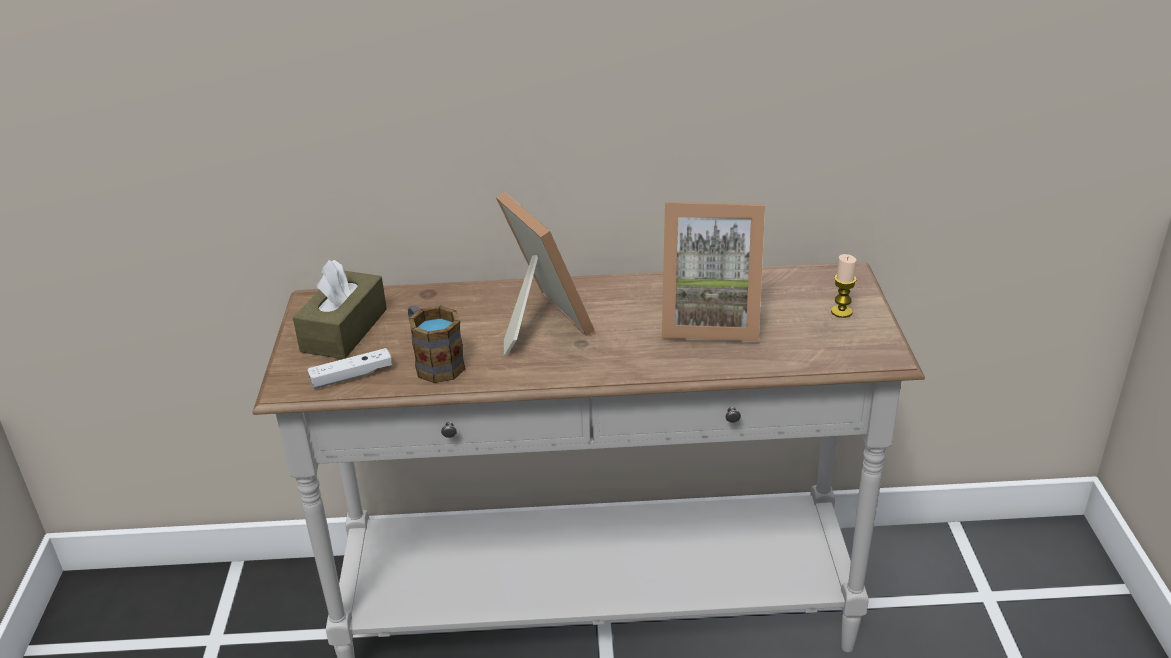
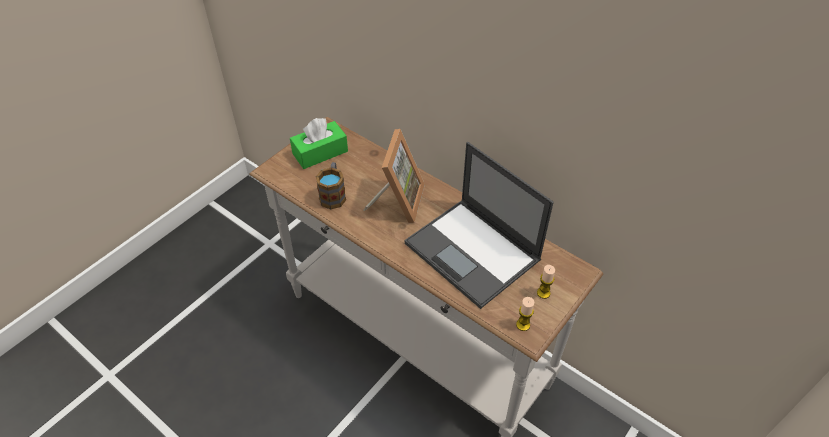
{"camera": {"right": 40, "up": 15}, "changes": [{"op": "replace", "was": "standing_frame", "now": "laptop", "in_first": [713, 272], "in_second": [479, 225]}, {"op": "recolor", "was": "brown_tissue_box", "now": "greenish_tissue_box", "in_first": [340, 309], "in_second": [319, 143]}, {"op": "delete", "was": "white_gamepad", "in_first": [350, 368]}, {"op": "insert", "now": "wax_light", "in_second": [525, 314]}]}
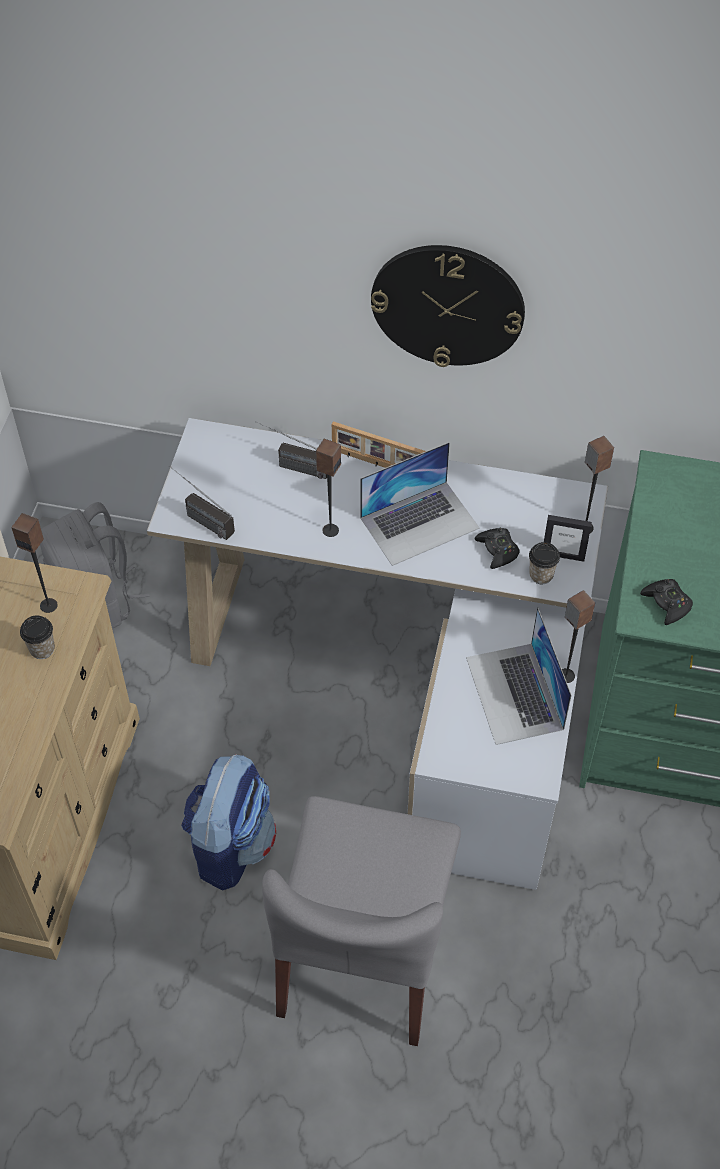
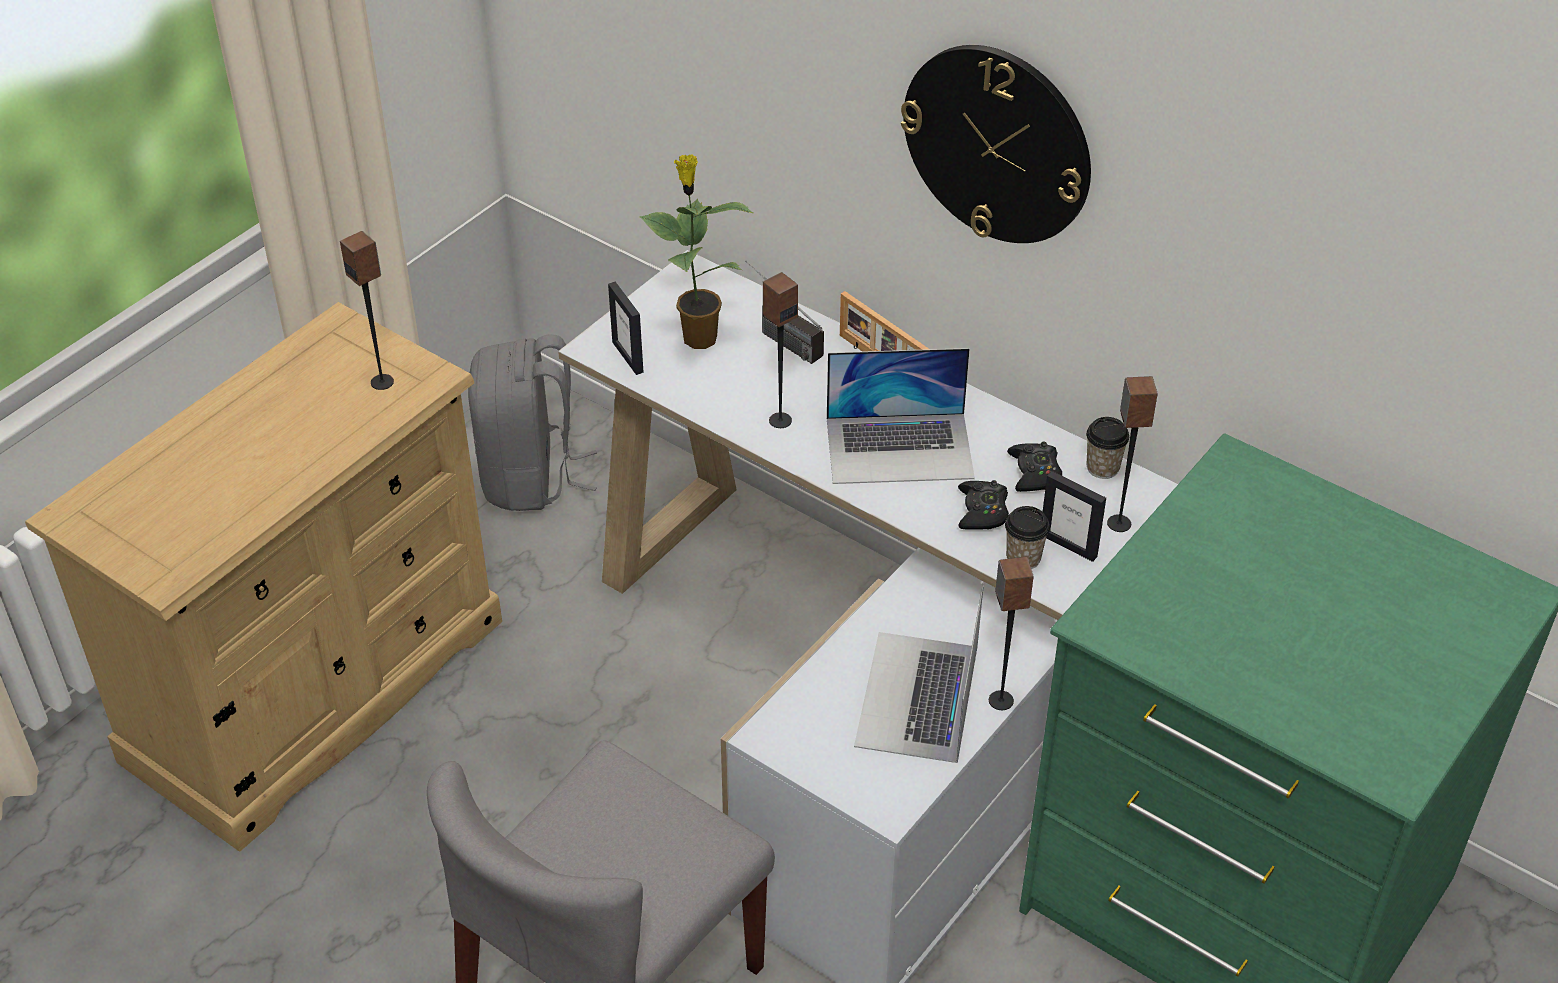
{"camera": {"right": 25, "up": -10}, "changes": [{"op": "replace", "was": "radio_receiver", "now": "standing_frame", "in_first": [202, 503], "in_second": [625, 328]}, {"op": "move", "was": "black_gamepad", "in_first": [666, 602], "in_second": [1034, 466]}, {"op": "move", "was": "small_cup", "in_first": [37, 637], "in_second": [1107, 448]}, {"op": "delete", "was": "rucksack", "in_first": [228, 822]}, {"op": "insert", "now": "plant_in_a_pot", "in_second": [696, 251]}]}
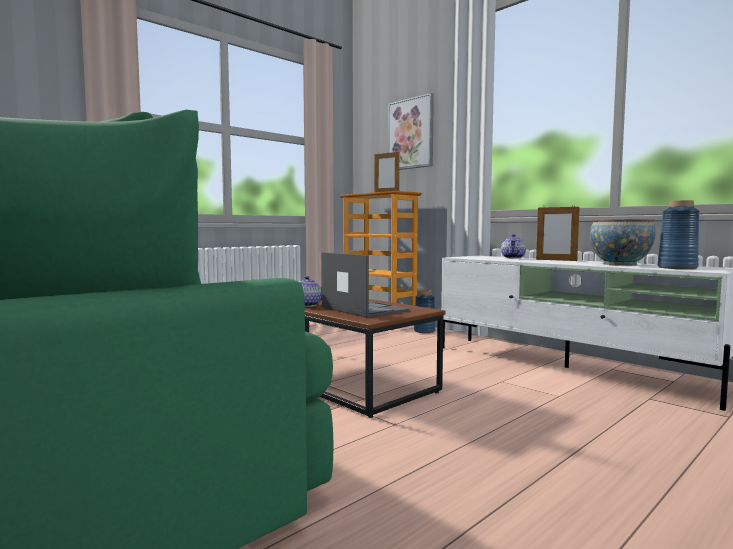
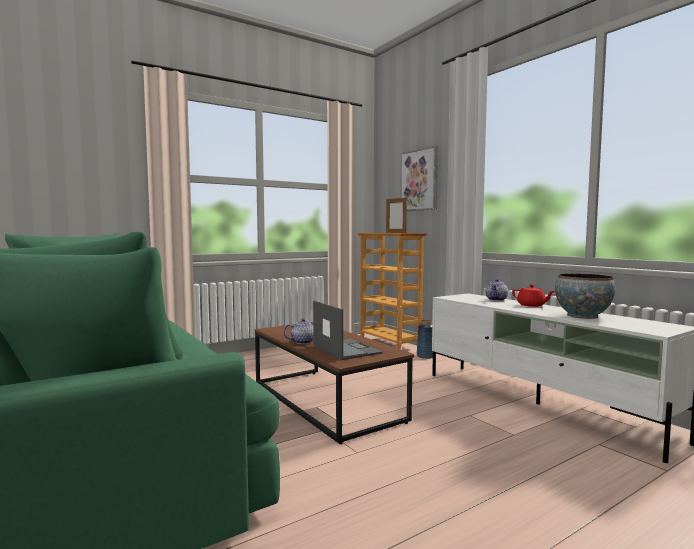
{"camera": {"right": 10, "up": 0}, "changes": [{"op": "delete", "was": "blue-coloured_flower_vase", "in_first": [678, 234]}, {"op": "replace", "was": "standing_frame", "now": "reddish_teapot", "in_first": [557, 234], "in_second": [533, 296]}]}
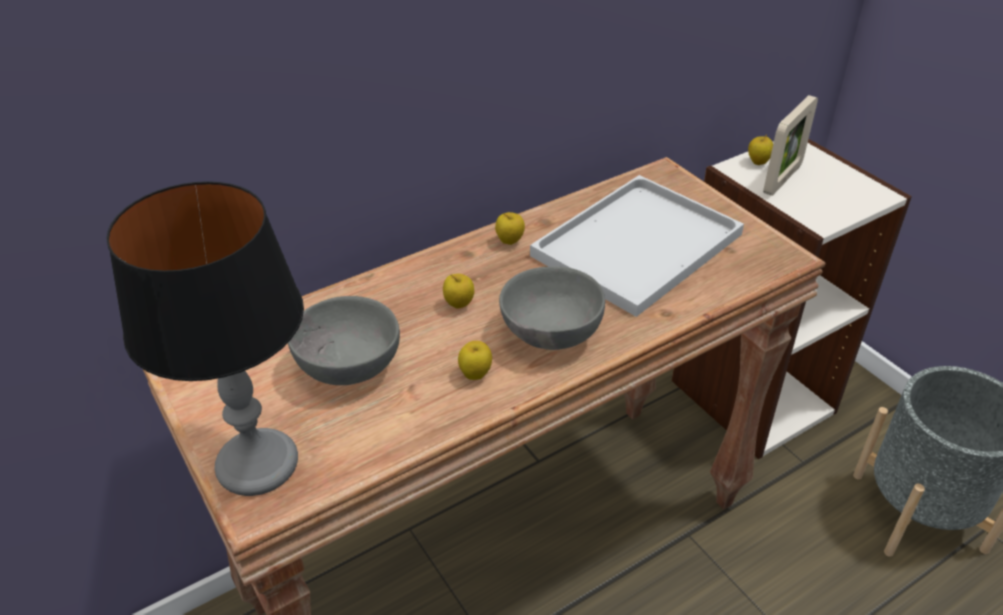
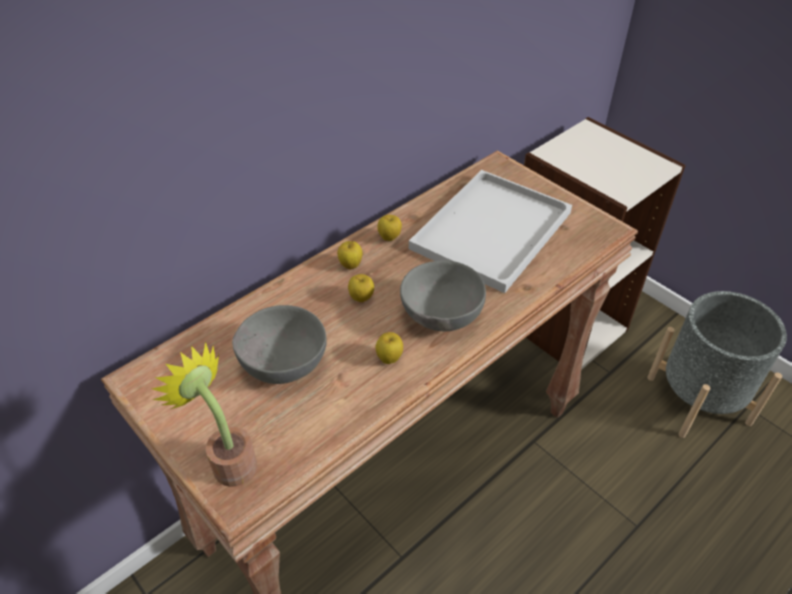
{"camera": {"right": -10, "up": 5}, "changes": [{"op": "delete", "was": "standing_frame", "in_first": [790, 145]}, {"op": "move", "was": "apple_fruit", "in_first": [760, 150], "in_second": [350, 255]}, {"op": "replace", "was": "lamp_for_a_table", "now": "plant_in_a_pot", "in_first": [205, 338], "in_second": [204, 414]}]}
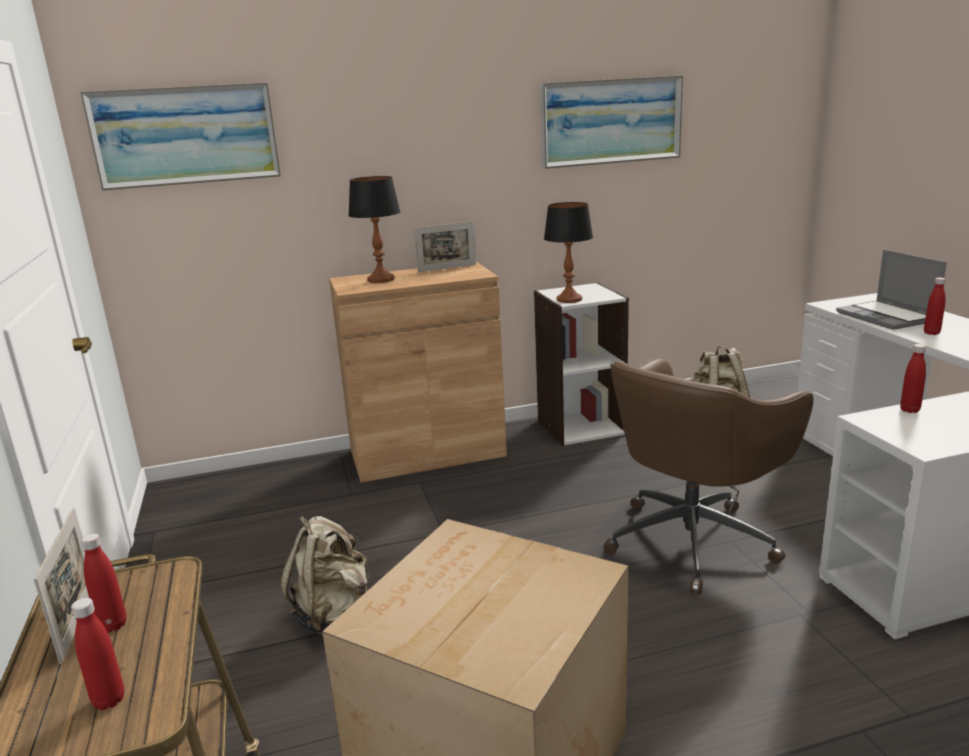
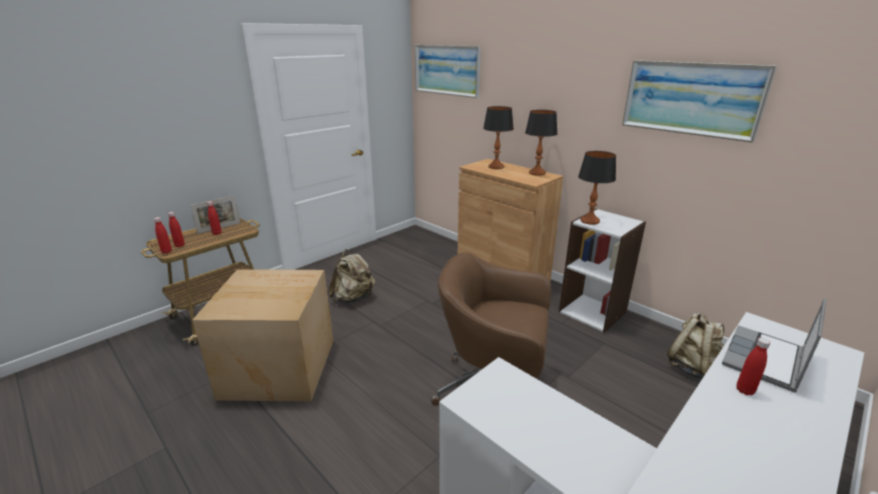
{"camera": {"right": 60, "up": 5}, "changes": [{"op": "replace", "was": "standing_frame", "now": "lamp_for_a_table", "in_first": [445, 246], "in_second": [541, 143]}, {"op": "move", "was": "reddish_drink_bottle", "in_first": [913, 378], "in_second": [163, 235]}]}
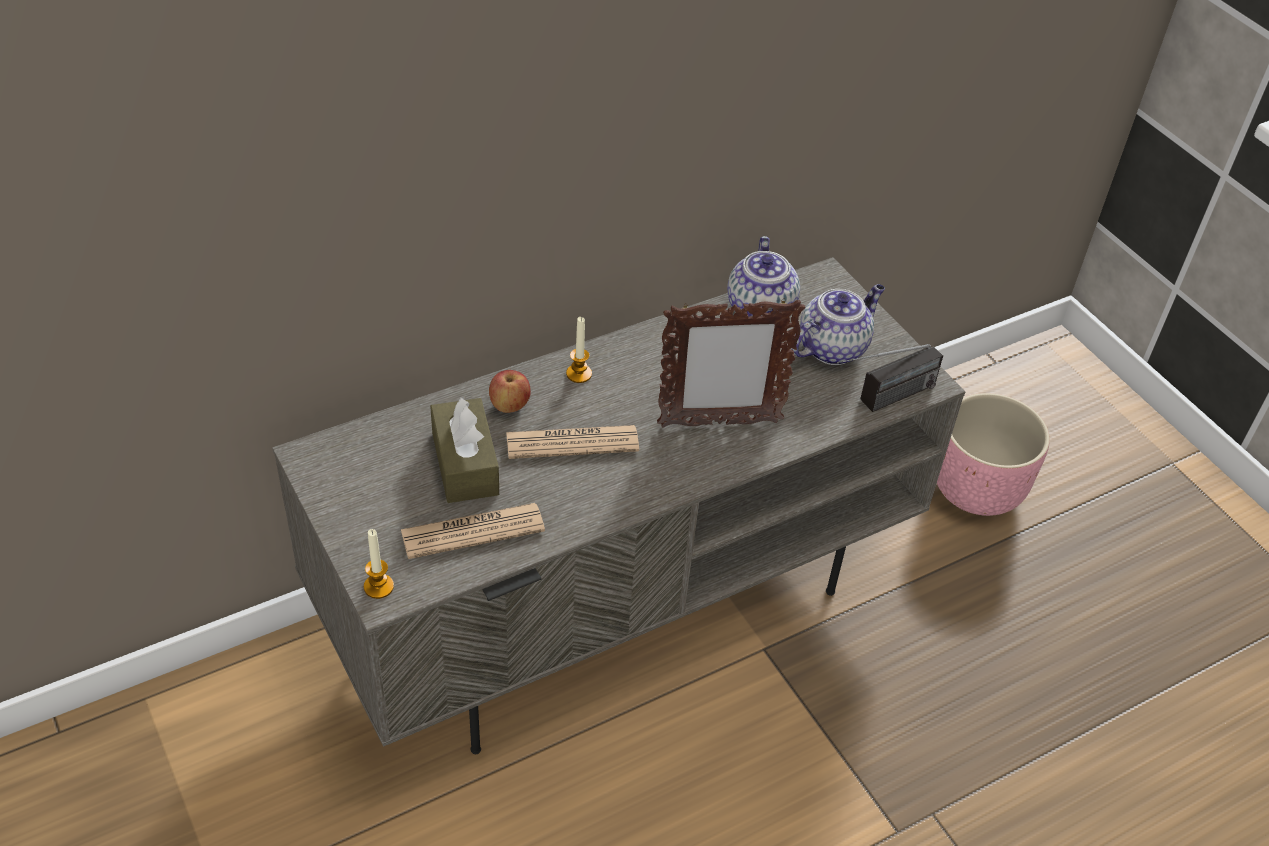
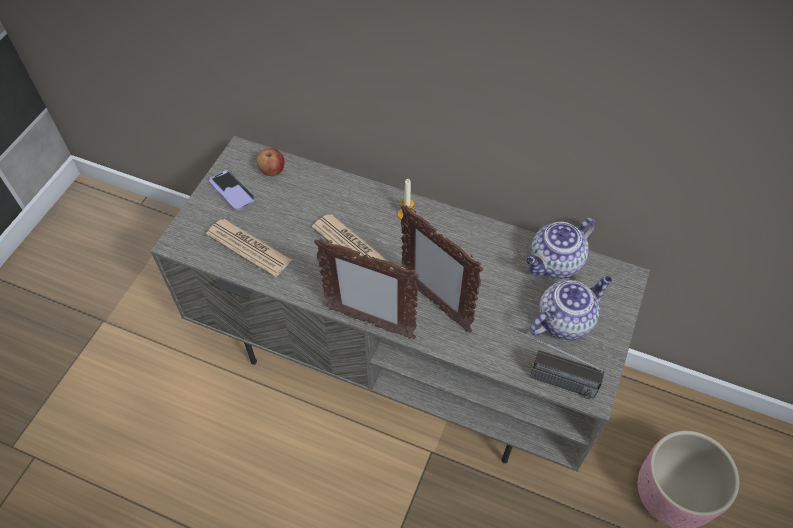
{"camera": {"right": 55, "up": 10}, "changes": [{"op": "rotate", "was": "teapot", "in_first": [838, 324], "in_second": [570, 308], "clockwise": -45}, {"op": "move", "was": "apple_fruit", "in_first": [510, 391], "in_second": [270, 162]}, {"op": "delete", "was": "brown_tissue_box", "in_first": [464, 449]}, {"op": "delete", "was": "wax_light", "in_first": [379, 564]}, {"op": "insert", "now": "telephone", "in_second": [232, 190]}, {"op": "insert", "now": "standing_frame", "in_second": [366, 288]}]}
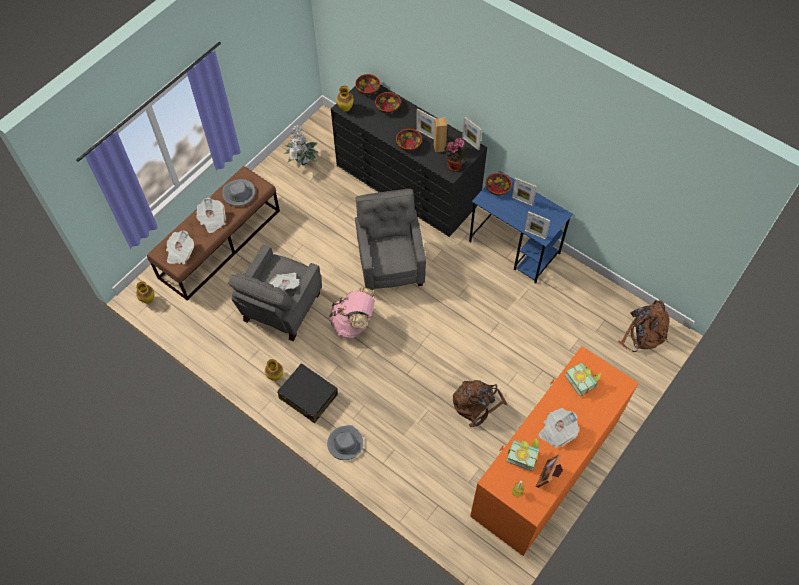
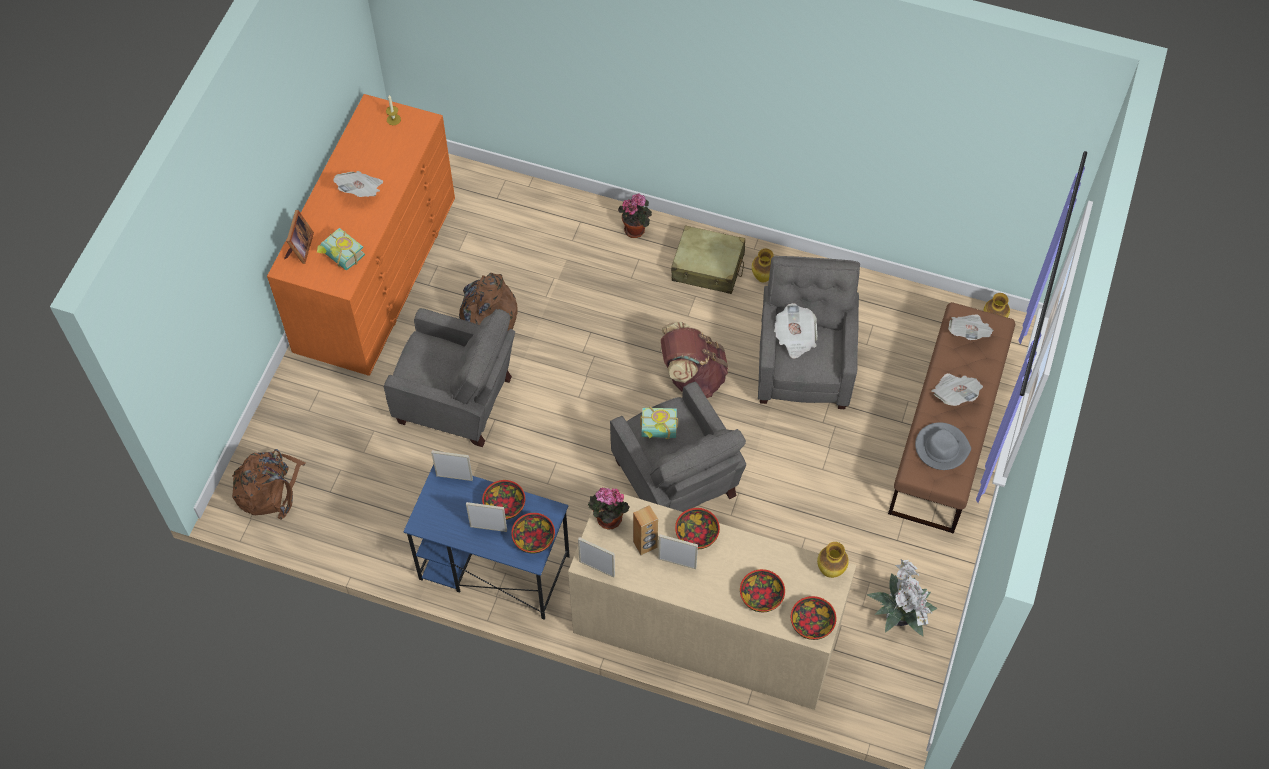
{"camera": {"right": 160, "up": 0}, "changes": [{"op": "recolor", "was": "black_dresser", "now": "beige_dresser", "in_first": [409, 161], "in_second": [712, 598]}, {"op": "recolor", "was": "pink-coloured_rucksack", "now": "brown_rucksack", "in_first": [352, 313], "in_second": [695, 360]}, {"op": "recolor", "was": "black_suitcase", "now": "beige_suitcase", "in_first": [307, 393], "in_second": [708, 259]}, {"op": "replace", "was": "greyish_wearable_hat", "now": "plant_in_a_pot", "in_first": [345, 442], "in_second": [635, 216]}, {"op": "move", "was": "bound_book", "in_first": [522, 454], "in_second": [659, 422]}, {"op": "move", "was": "standing_frame", "in_first": [549, 471], "in_second": [299, 237]}, {"op": "insert", "now": "greyish_easy_chair", "in_second": [449, 377]}, {"op": "insert", "now": "serving_bowl", "in_second": [503, 500]}]}
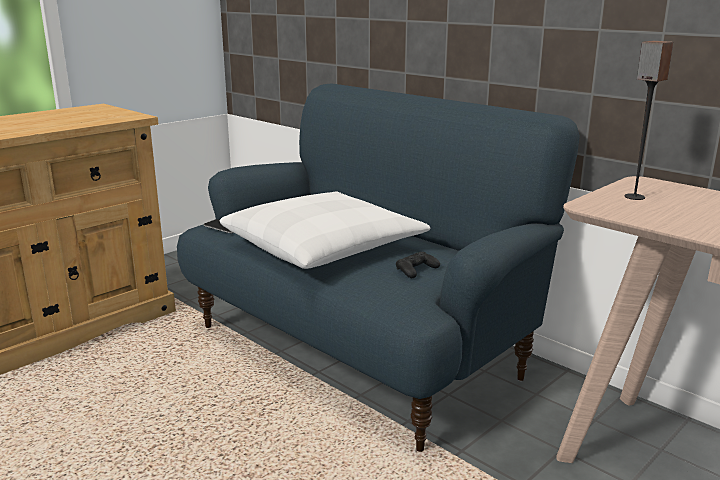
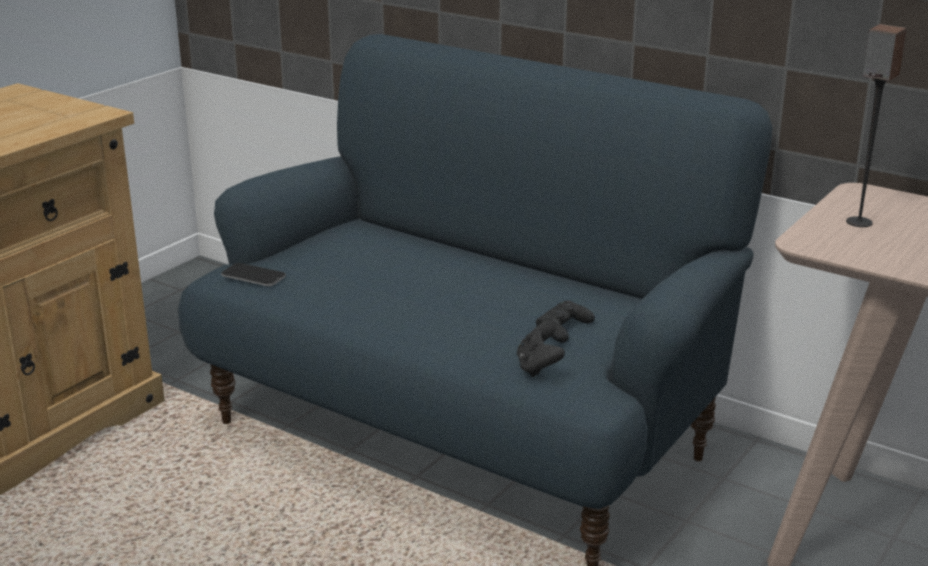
{"camera": {"right": -10, "up": 5}, "changes": [{"op": "delete", "was": "white_throw_pillow", "in_first": [325, 230]}, {"op": "insert", "now": "black_gamepad", "in_second": [541, 349]}]}
